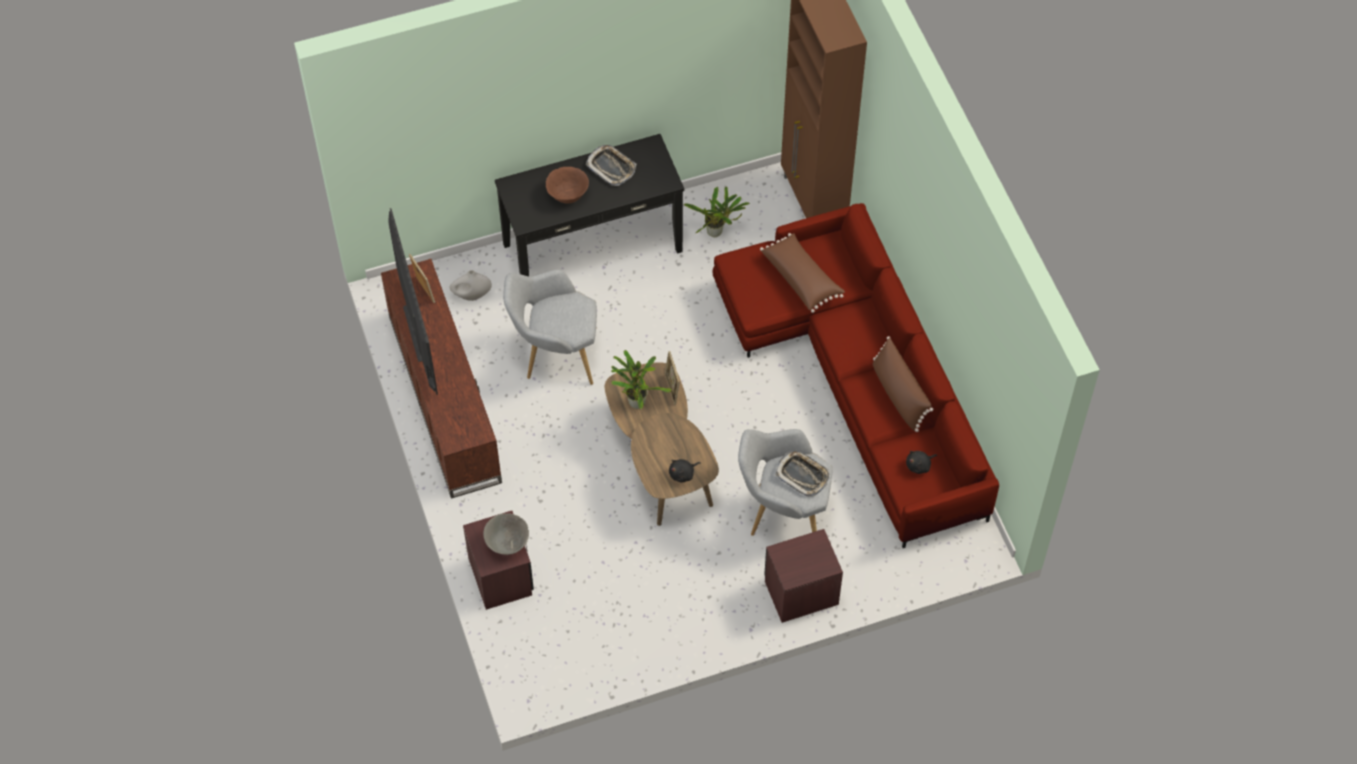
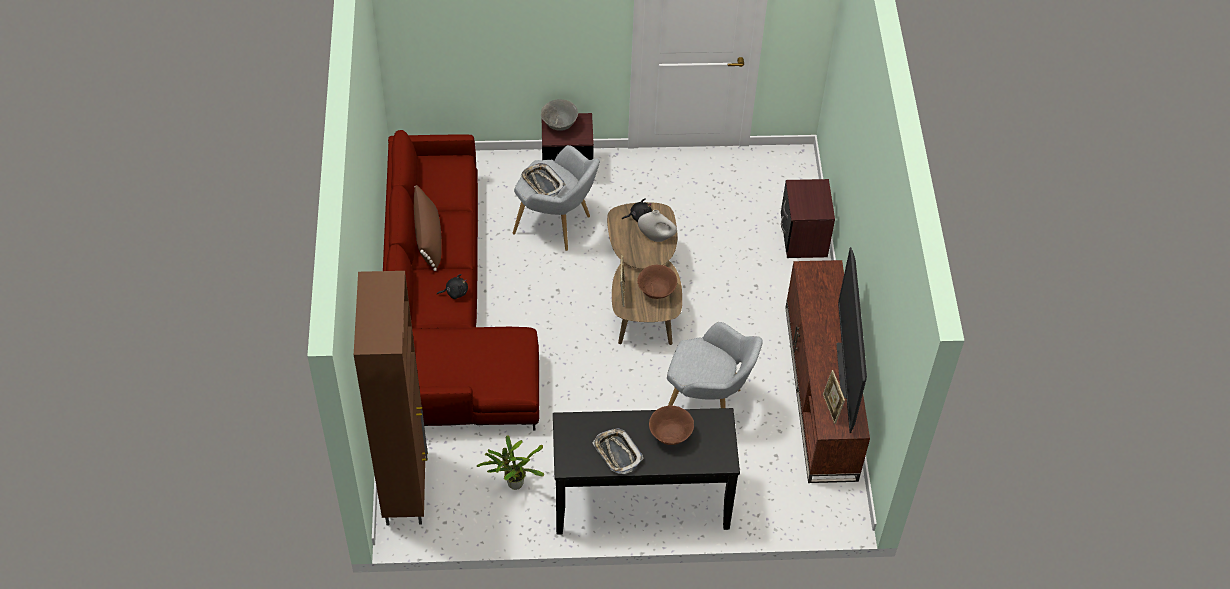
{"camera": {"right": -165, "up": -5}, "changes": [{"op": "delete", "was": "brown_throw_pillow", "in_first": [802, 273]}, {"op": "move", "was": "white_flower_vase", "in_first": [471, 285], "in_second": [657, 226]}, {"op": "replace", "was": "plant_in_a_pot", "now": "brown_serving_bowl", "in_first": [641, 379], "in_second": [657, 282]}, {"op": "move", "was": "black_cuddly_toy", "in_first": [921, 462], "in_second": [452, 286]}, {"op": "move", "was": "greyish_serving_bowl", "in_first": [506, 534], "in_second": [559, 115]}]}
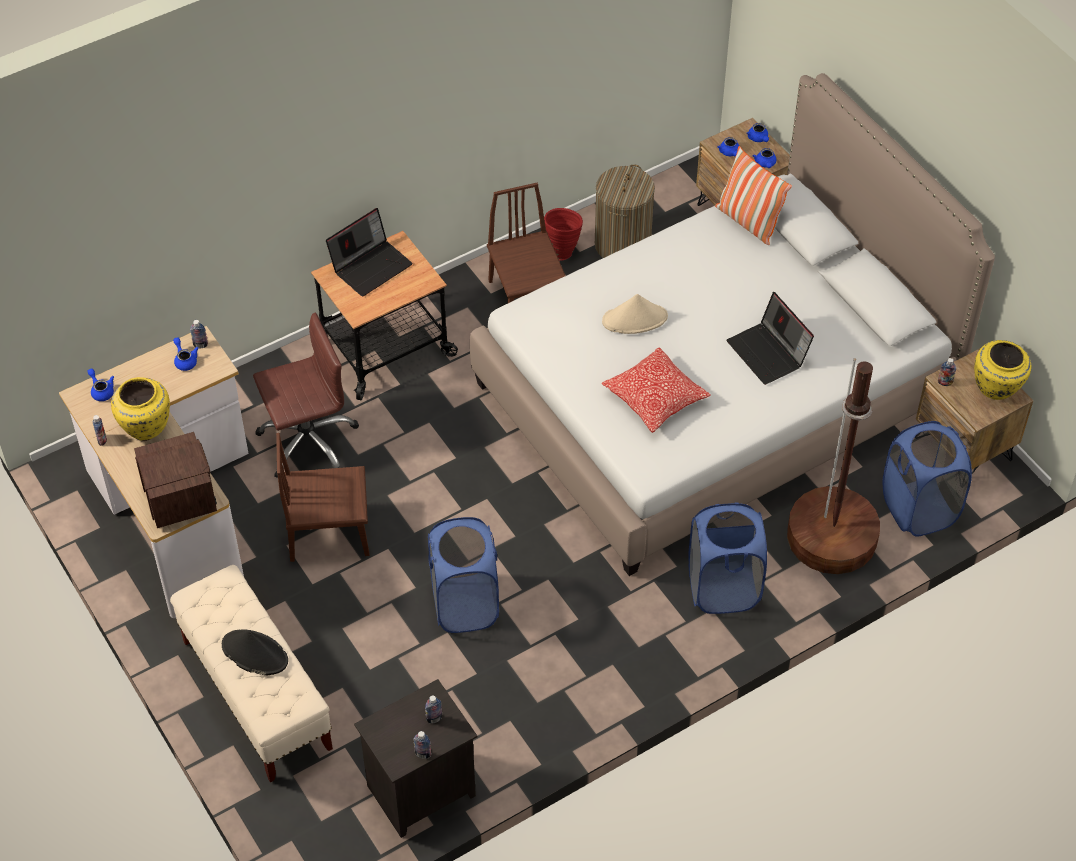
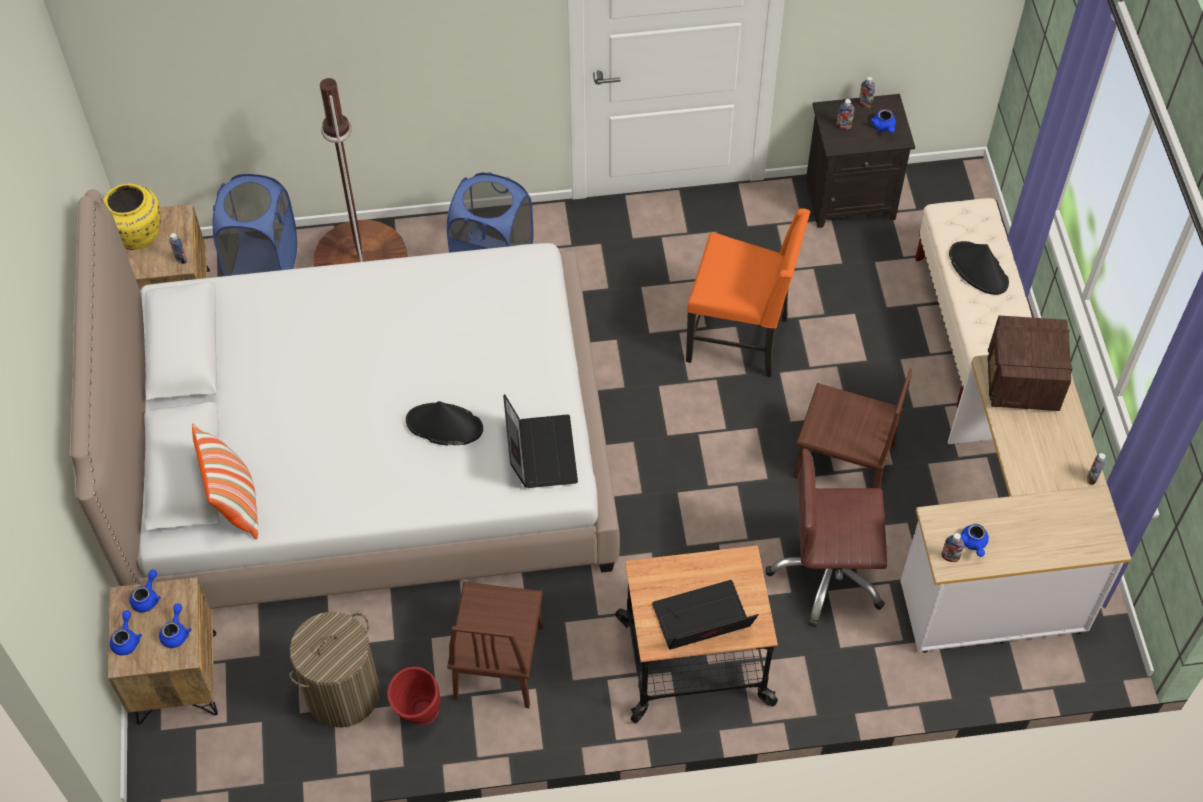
{"camera": {"right": -155, "up": 5}, "changes": [{"op": "move", "was": "laptop", "in_first": [770, 338], "in_second": [540, 441]}, {"op": "recolor", "was": "beige_wearable_hat", "now": "black_wearable_hat", "in_first": [635, 314], "in_second": [444, 423]}, {"op": "delete", "was": "throw_pillow", "in_first": [655, 390]}, {"op": "move", "was": "blue-coloured_teapot", "in_first": [100, 385], "in_second": [883, 121]}, {"op": "delete", "was": "yellow_flower_vase", "in_first": [140, 409]}, {"op": "replace", "was": "blue-coloured_hamper", "now": "orange-coloured_plain_chair", "in_first": [463, 575], "in_second": [748, 292]}]}
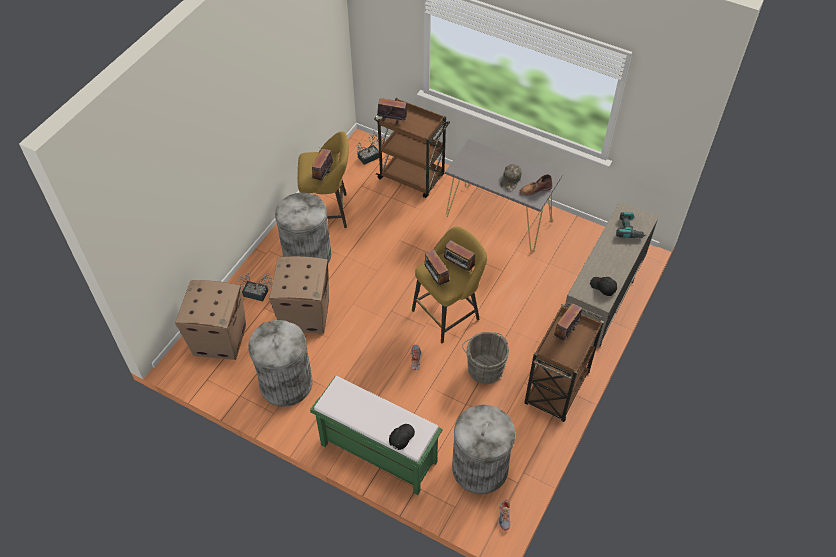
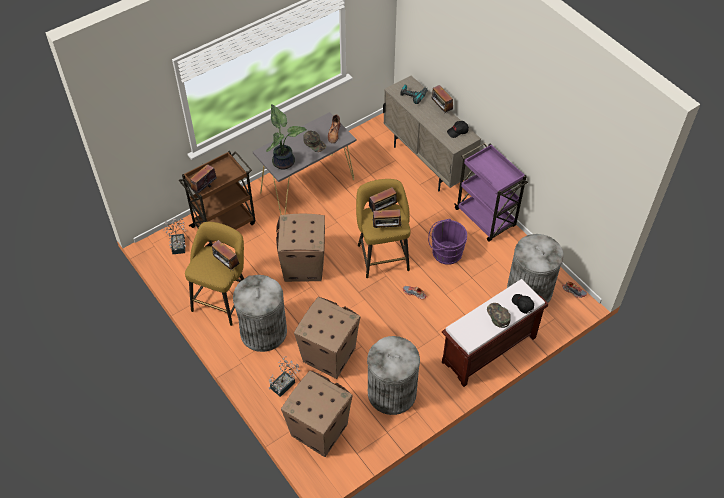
{"camera": {"right": -65, "up": 0}, "changes": [{"op": "recolor", "was": "brown_trolley", "now": "purple_trolley", "in_first": [564, 362], "in_second": [491, 192]}, {"op": "move", "was": "radio_receiver", "in_first": [567, 321], "in_second": [442, 99]}, {"op": "recolor", "was": "greyish_bucket", "now": "purple_bucket", "in_first": [485, 358], "in_second": [447, 242]}, {"op": "recolor", "was": "greenish_indoor_bench", "now": "brown_indoor_bench", "in_first": [376, 435], "in_second": [495, 333]}, {"op": "insert", "now": "plant_in_a_pot", "in_second": [286, 137]}, {"op": "insert", "now": "cardboard_box", "in_second": [300, 248]}, {"op": "insert", "now": "greenish_cap", "in_second": [499, 315]}]}
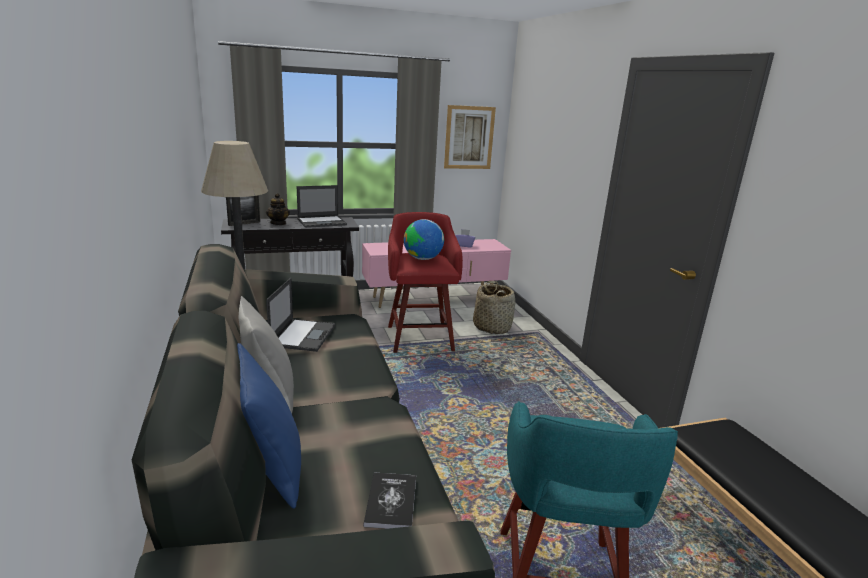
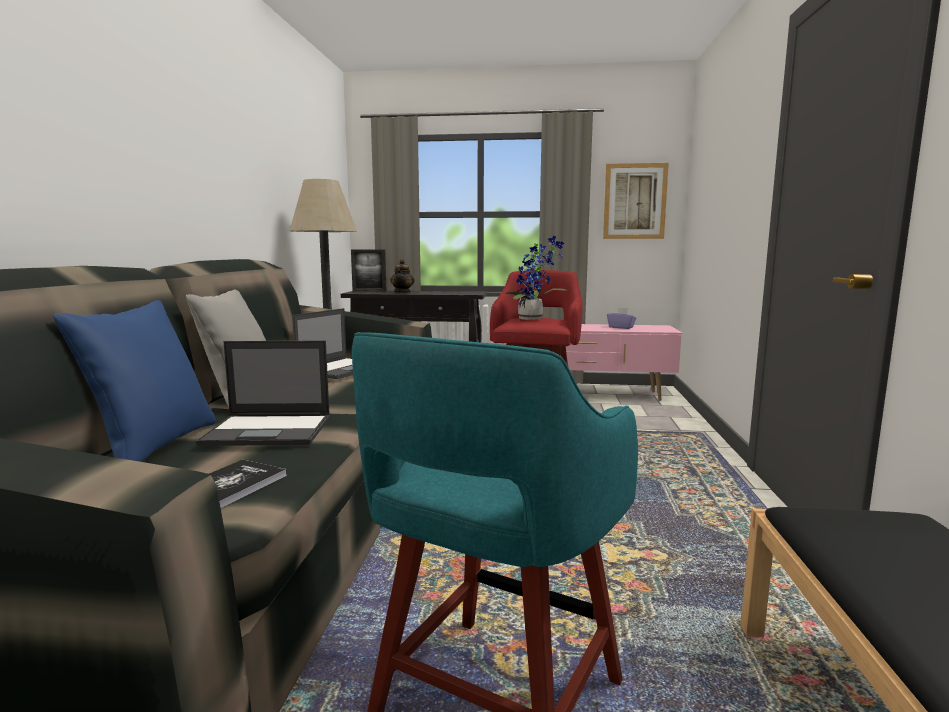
{"camera": {"right": 25, "up": -10}, "changes": [{"op": "move", "was": "laptop", "in_first": [322, 206], "in_second": [263, 393]}, {"op": "replace", "was": "world_globe", "now": "plant_in_a_pot", "in_first": [424, 239], "in_second": [536, 278]}, {"op": "delete", "was": "storage_basket", "in_first": [494, 307]}]}
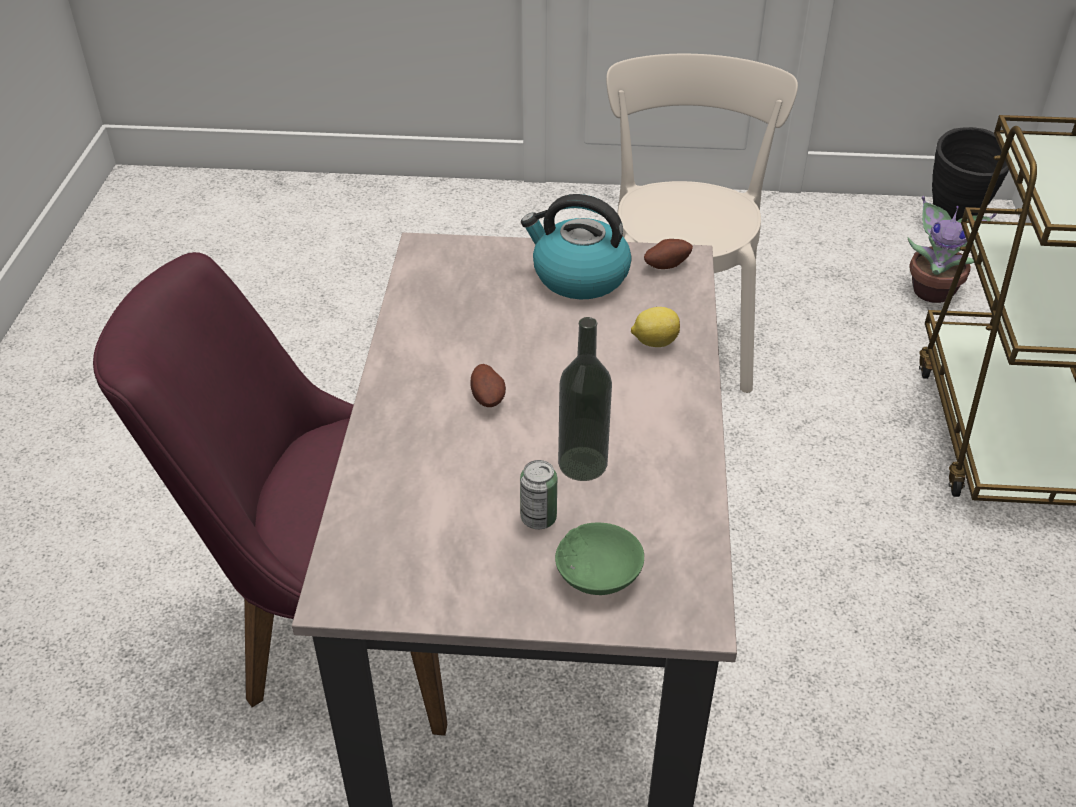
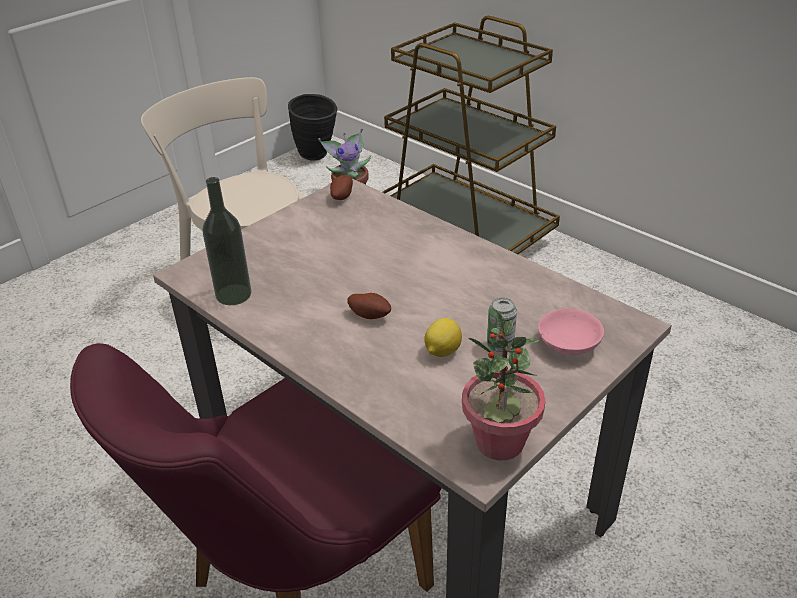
{"camera": {"right": -50, "up": -5}, "changes": [{"op": "delete", "was": "water_kettle", "in_first": [576, 246]}, {"op": "move", "was": "citrus_fruit", "in_first": [655, 327], "in_second": [443, 337]}, {"op": "move", "was": "drink_bottle", "in_first": [585, 399], "in_second": [226, 241]}, {"op": "recolor", "was": "greenish_serving_bowl", "now": "pink-coloured_serving_bowl", "in_first": [599, 559], "in_second": [571, 332]}, {"op": "insert", "now": "plant_in_a_pot", "in_second": [504, 385]}]}
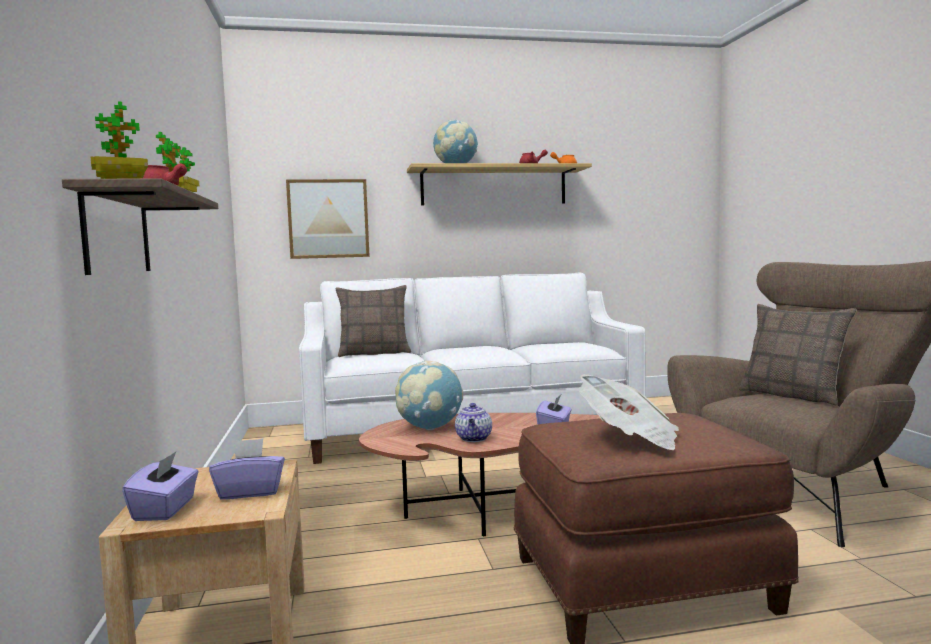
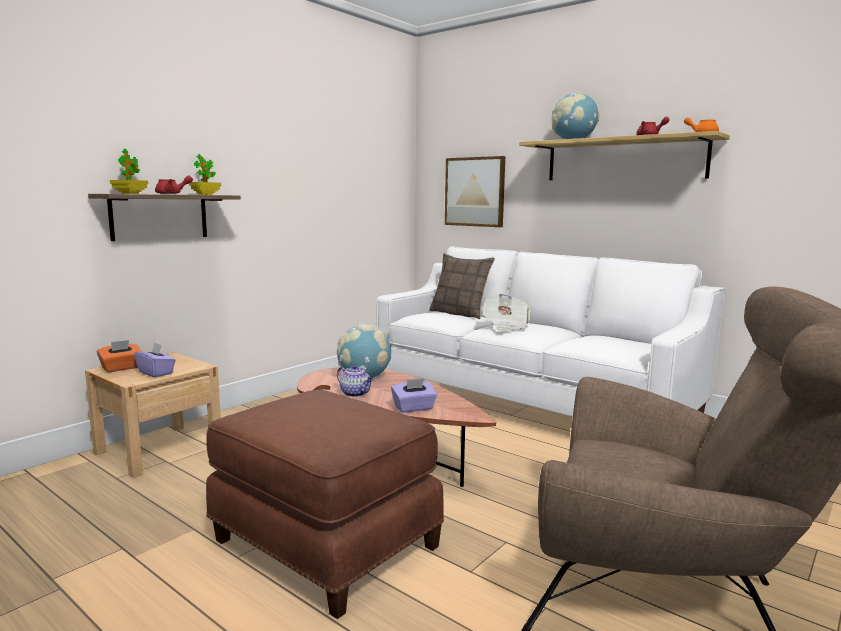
{"camera": {"right": 50, "up": 5}, "changes": [{"op": "delete", "was": "throw_pillow", "in_first": [798, 355]}, {"op": "move", "was": "printed_paper", "in_first": [628, 412], "in_second": [506, 313]}, {"op": "rotate", "was": "teapot", "in_first": [473, 422], "in_second": [355, 381], "clockwise": -105}, {"op": "recolor", "was": "purple_tissue_box", "now": "orange-coloured_tissue_box", "in_first": [160, 486], "in_second": [119, 356]}]}
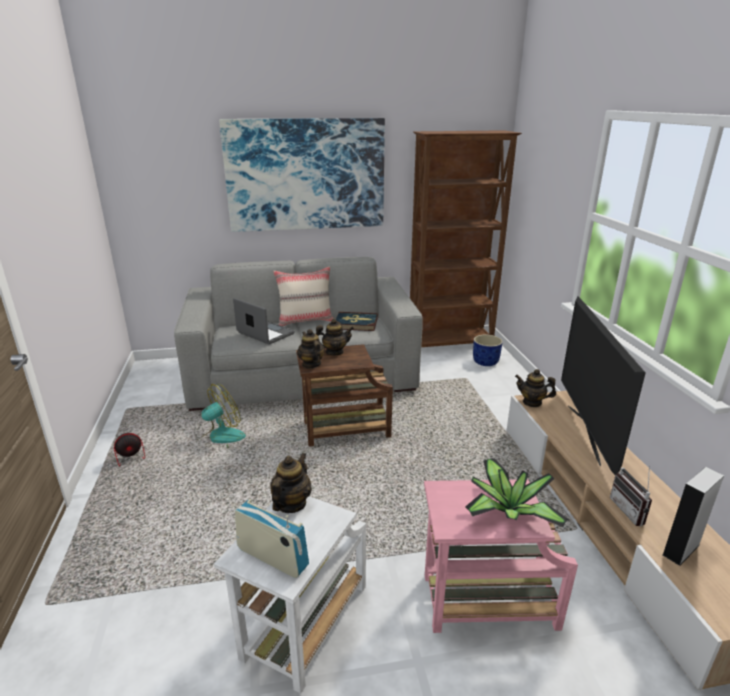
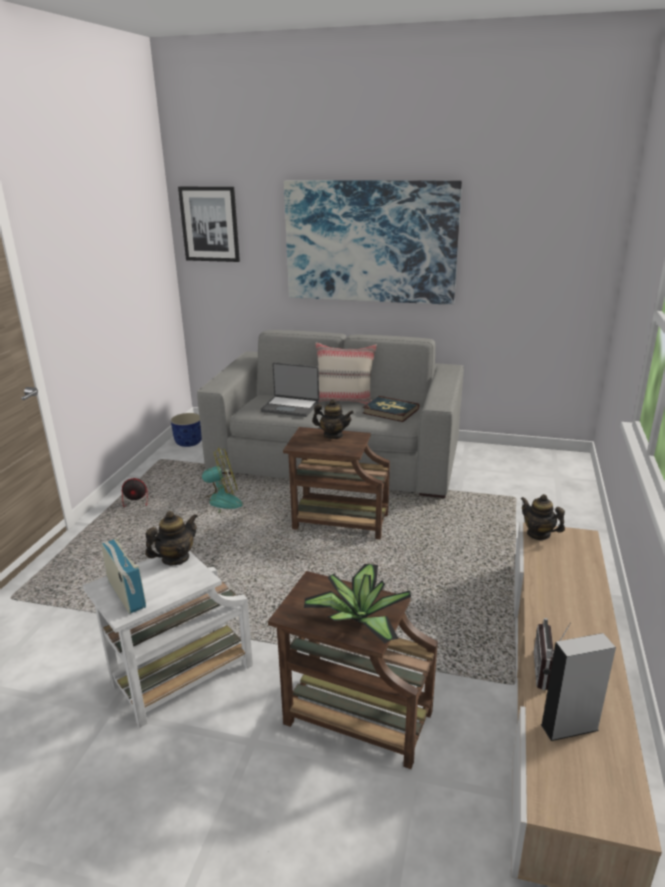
{"camera": {"right": 25, "up": 0}, "changes": [{"op": "delete", "was": "brown_shelving_unit", "in_first": [466, 238]}, {"op": "delete", "was": "TV_set", "in_first": [603, 386]}, {"op": "rotate", "was": "laptop", "in_first": [264, 321], "in_second": [289, 389], "clockwise": 135}, {"op": "delete", "was": "teapot", "in_first": [311, 349]}, {"op": "move", "was": "blue-coloured_plant_pot", "in_first": [488, 350], "in_second": [186, 430]}, {"op": "recolor", "was": "pink-coloured_side_table", "now": "brown_side_table", "in_first": [501, 556], "in_second": [353, 670]}, {"op": "insert", "now": "picture", "in_second": [209, 224]}]}
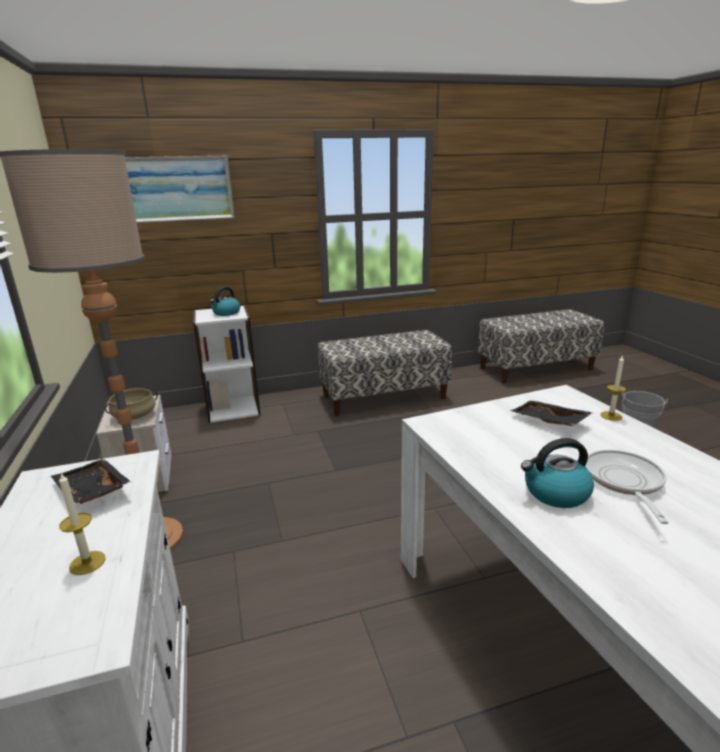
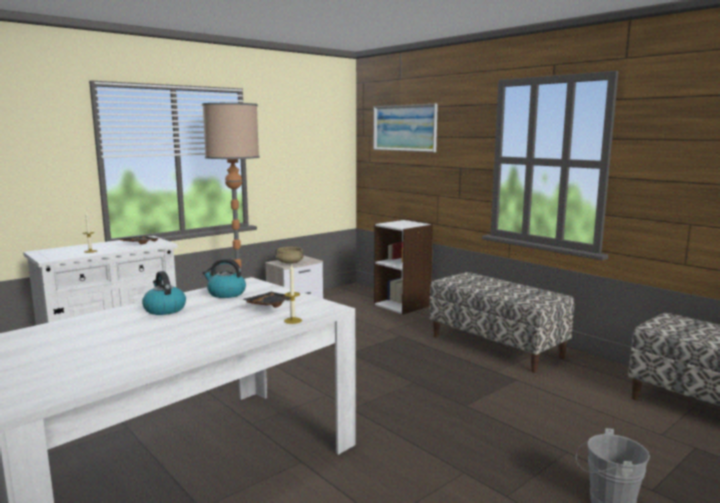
{"camera": {"right": 65, "up": -10}, "changes": [{"op": "move", "was": "water_kettle", "in_first": [225, 301], "in_second": [224, 278]}, {"op": "delete", "was": "pan", "in_first": [627, 487]}]}
